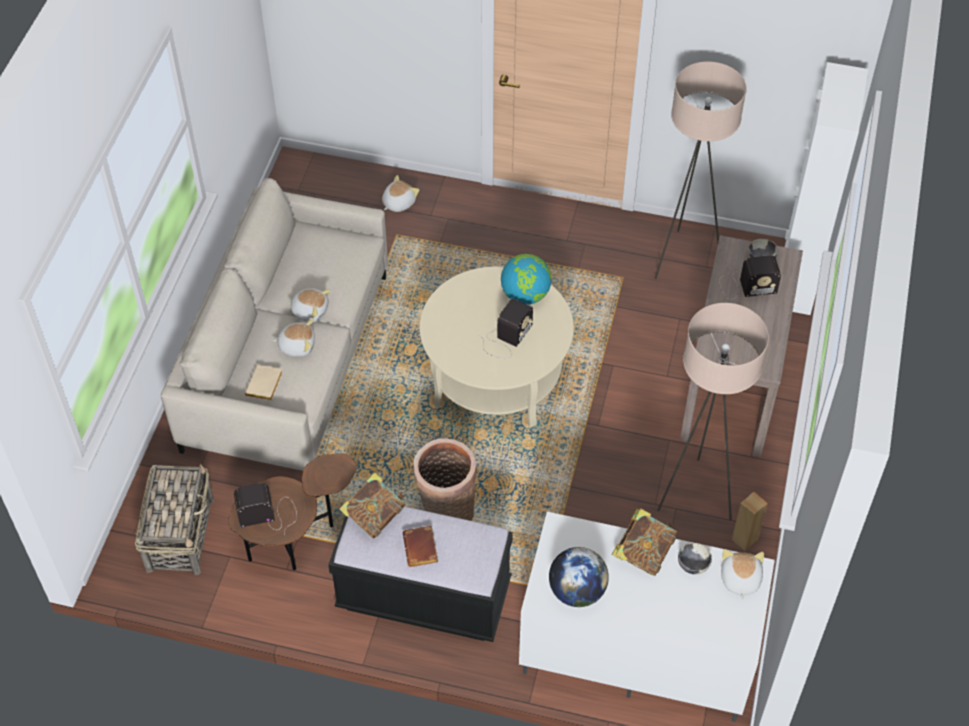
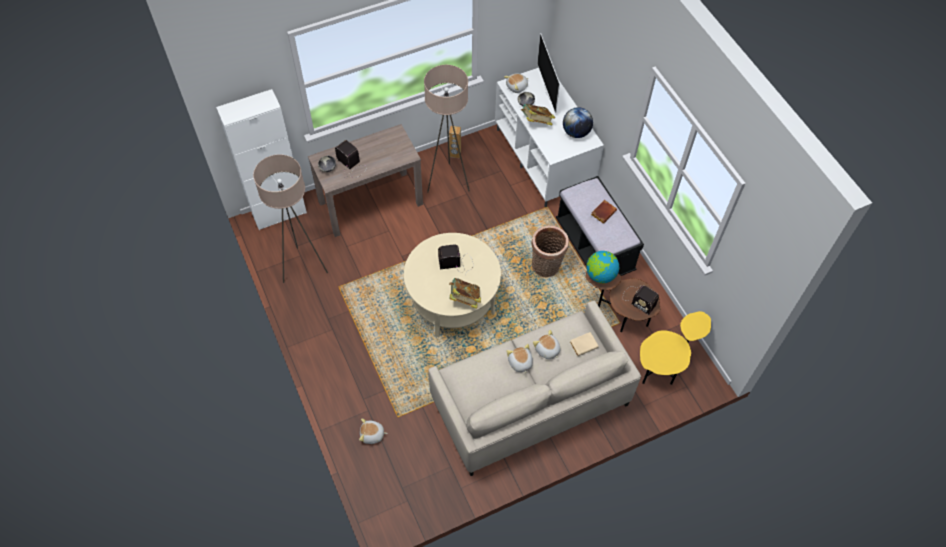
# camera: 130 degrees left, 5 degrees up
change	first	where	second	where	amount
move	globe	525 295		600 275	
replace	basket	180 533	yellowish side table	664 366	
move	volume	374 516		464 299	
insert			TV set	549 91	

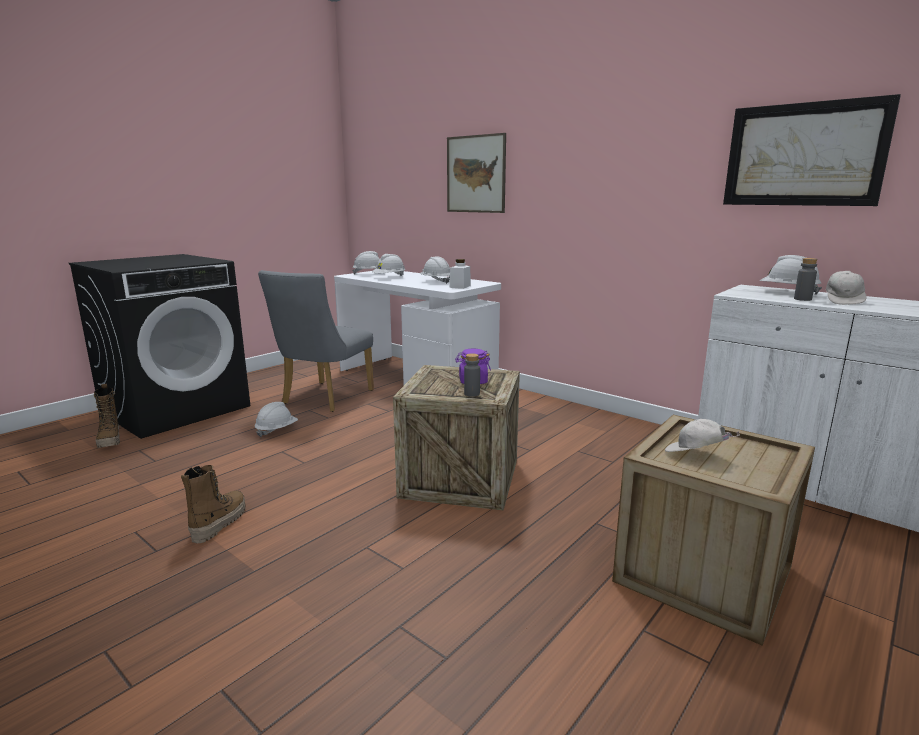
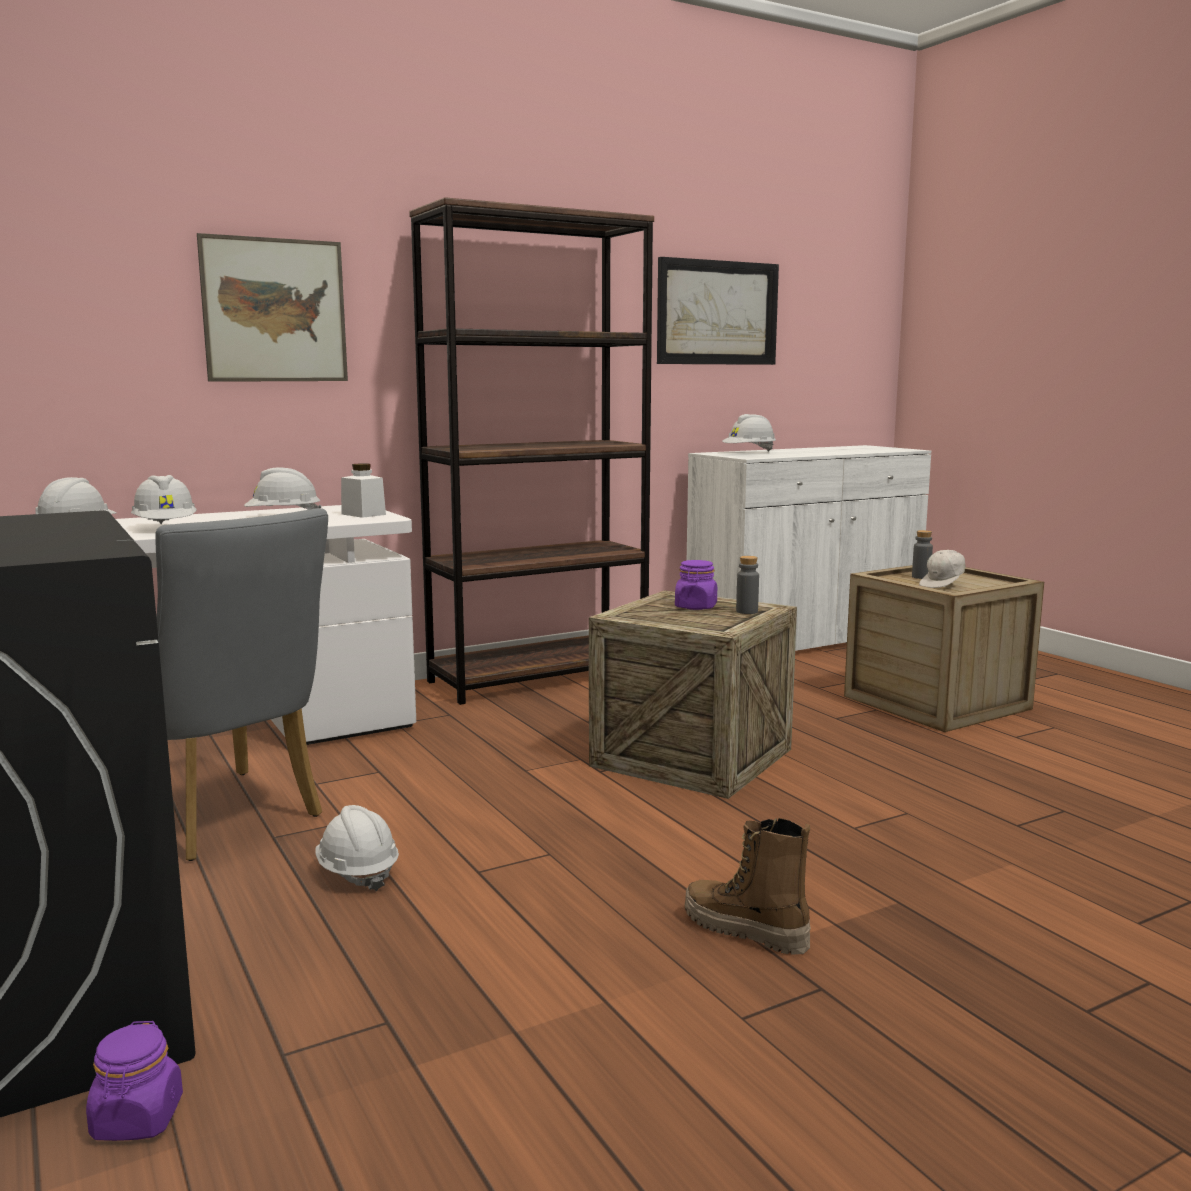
# camera: 70 degrees left, 5 degrees down
change	first	where	second	where	amount
move	grey bottle	802 299		921 577	
delete	white cap	843 301			
replace	boot	110 440	purplish storage jar	137 1119	
insert			brownish shelving unit	539 677	

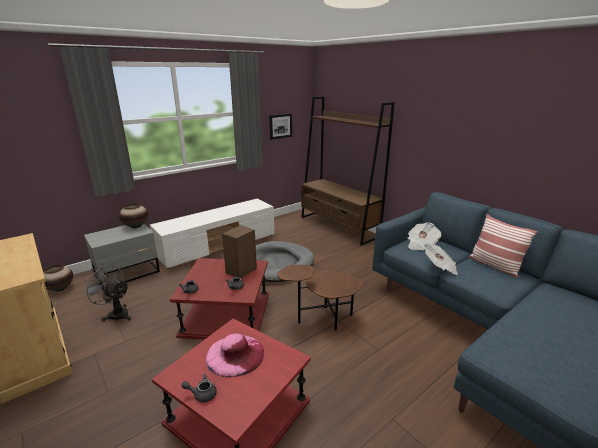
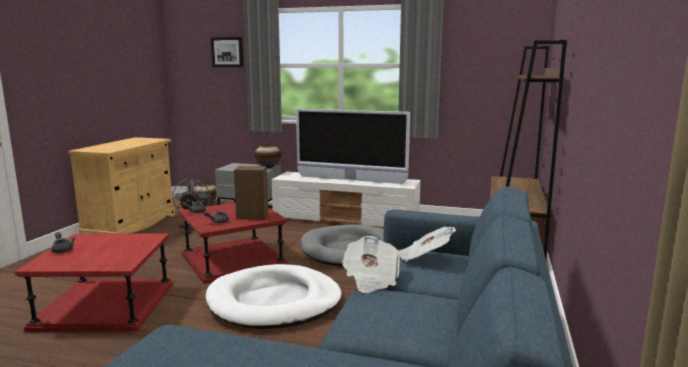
# camera: 55 degrees right, 10 degrees down
change	first	where	second	where	amount
move	wall art	280 126		227 52	
delete	throw pillow	494 265			
replace	brownish side table	322 319	white pet bed	274 302	
delete	pinkish hat	235 354			
insert			TV set	350 180	

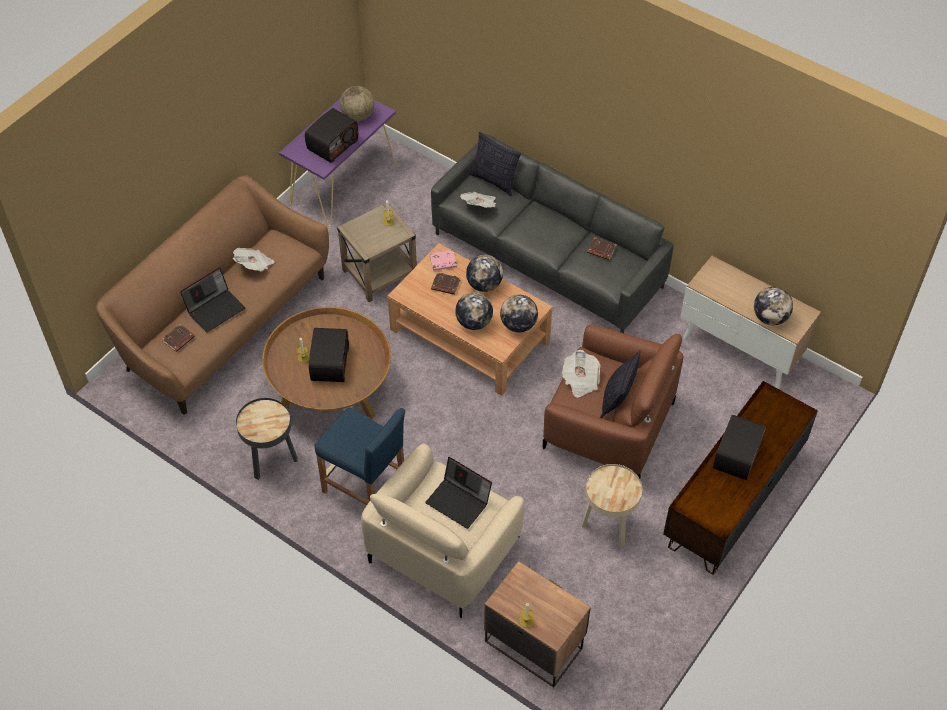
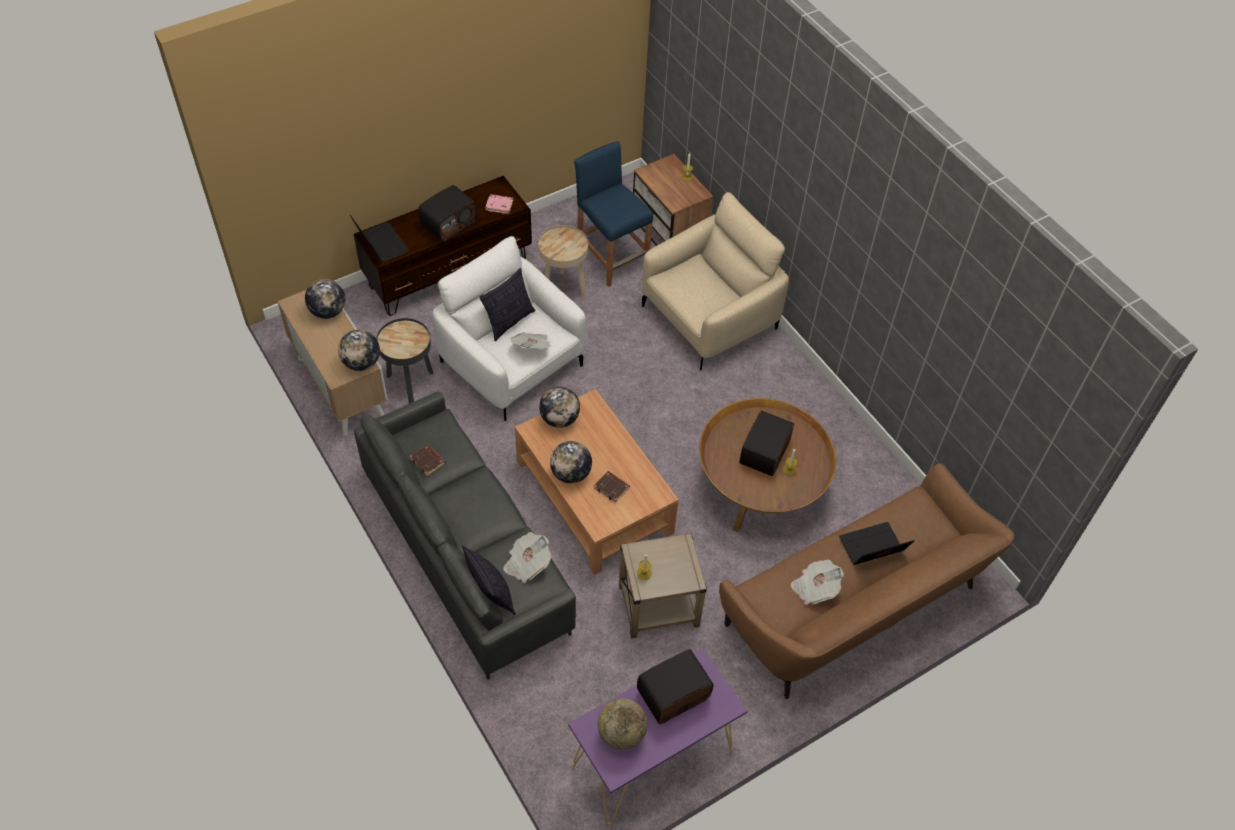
# camera: 160 degrees left, 0 degrees up
change	first	where	second	where	amount
move	pinkish volume	443 262		499 205	
move	globe	474 322		361 363	
delete	brownish volume	178 340			
recolor	brownish lounge chair	608 425	white lounge chair	512 364	
move	black side table	271 459		410 383	
move	blue sitting stool	366 488		611 257	
move	notebook computer	459 501		380 244	

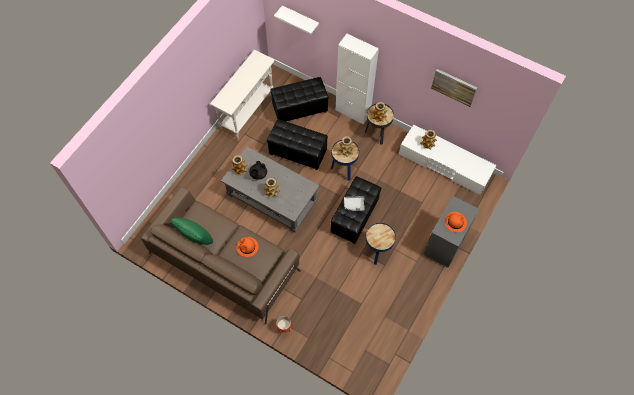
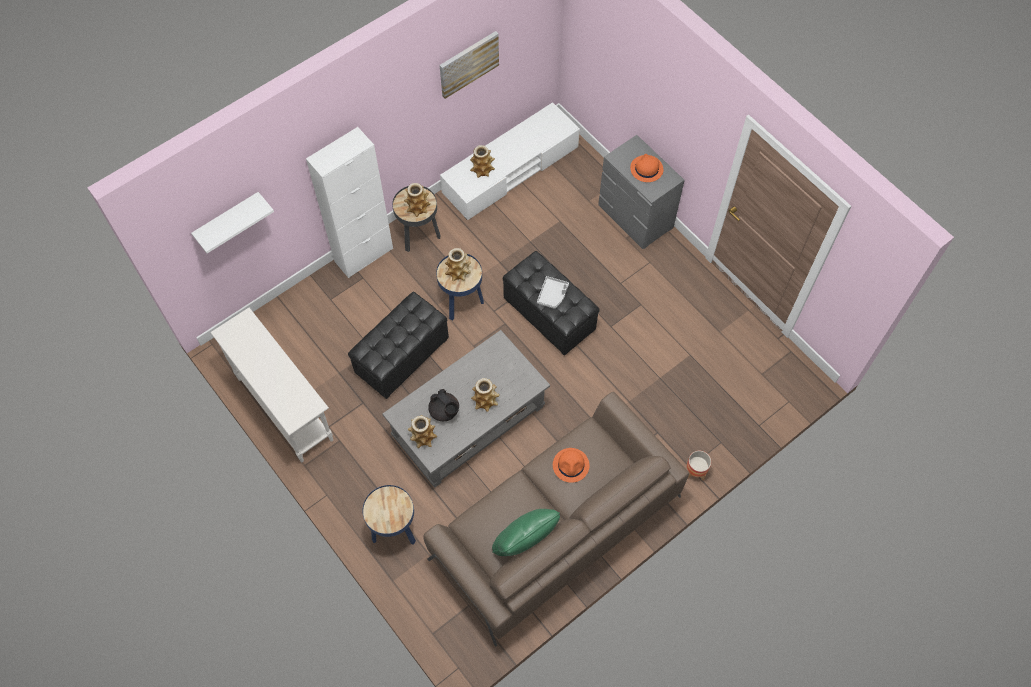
# camera: 70 degrees left, 0 degrees up
change	first	where	second	where	amount
delete	black ottoman	299 108			
move	blue side table	377 251		394 530	

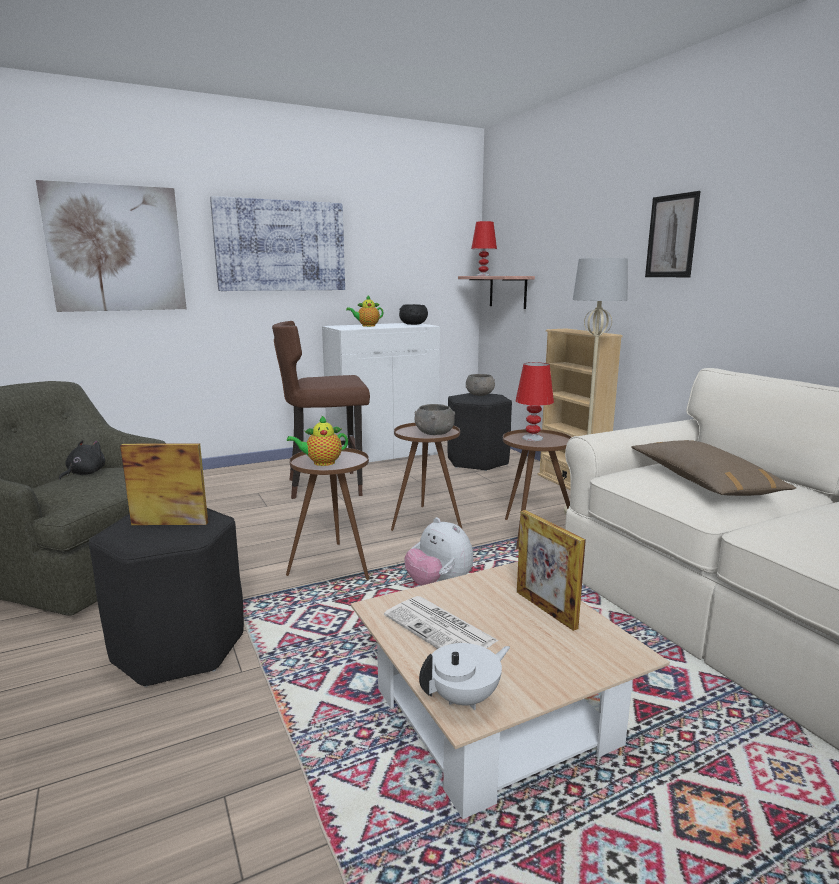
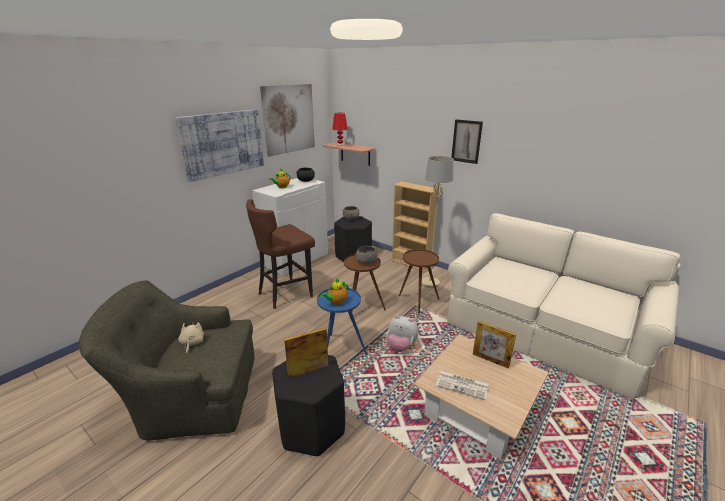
# camera: 25 degrees left, 10 degrees up
change	first	where	second	where	amount
move	wall art	116 249		289 119	
delete	reddish tabletop lamp	532 438			
recolor	black soft toy	84 474	beige soft toy	192 343	
delete	brownish throw pillow	702 482			
recolor	brownish side table	334 564	blue side table	340 349	
delete	white teapot	465 698			

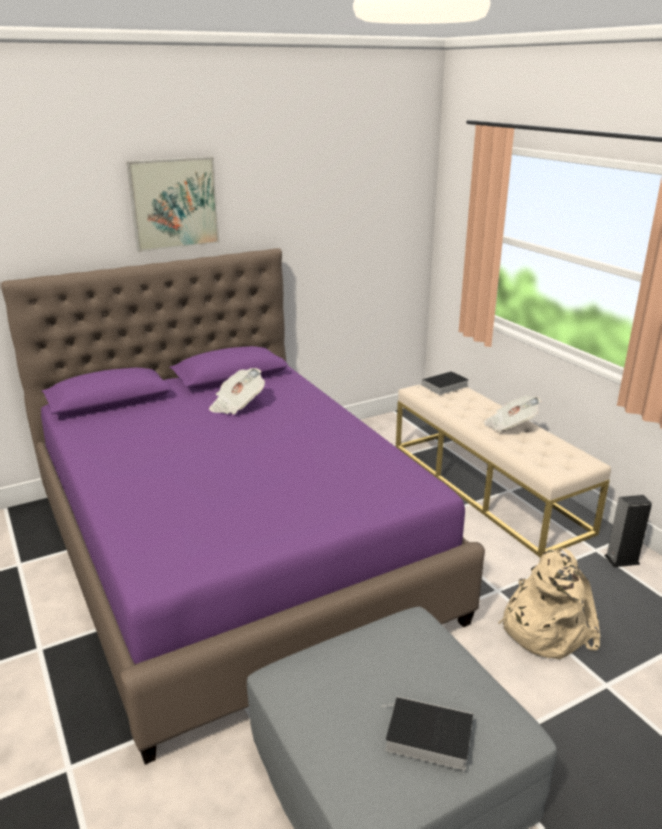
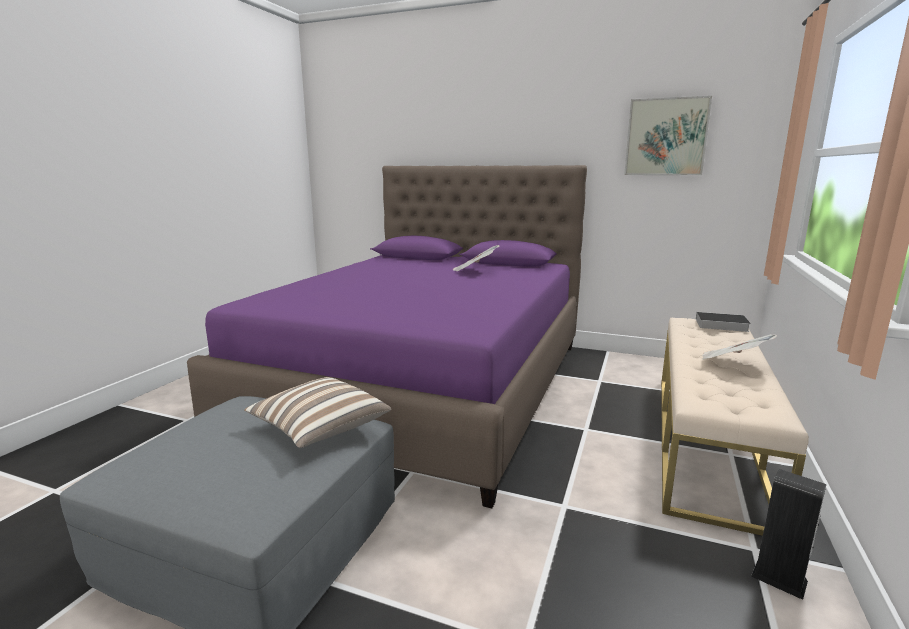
# camera: 50 degrees right, 10 degrees down
change	first	where	second	where	amount
move	wall art	174 203		666 137	
delete	beige rucksack	544 627			
delete	volume	426 736			
insert			throw pillow	319 429	

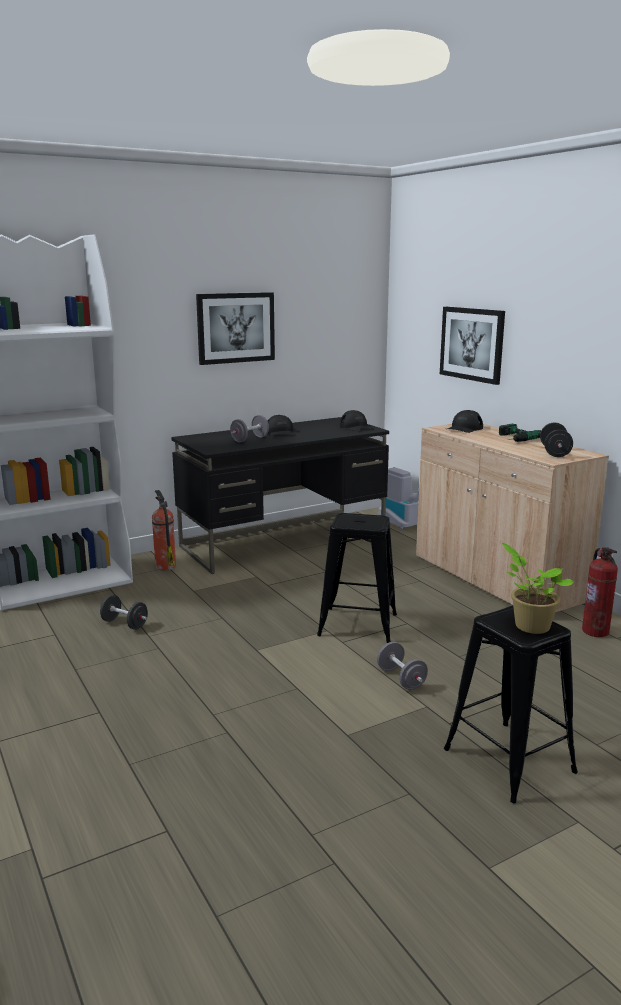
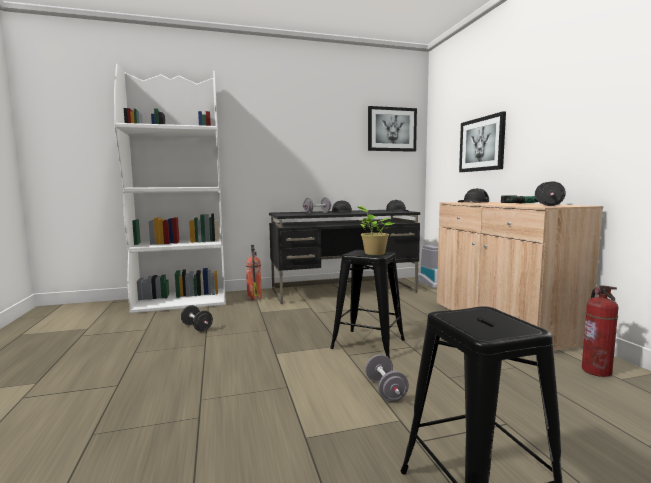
# camera: 15 degrees right, 10 degrees down
change	first	where	second	where	amount
move	wall art	235 328		391 129	
move	plant in a pot	529 625		373 253	

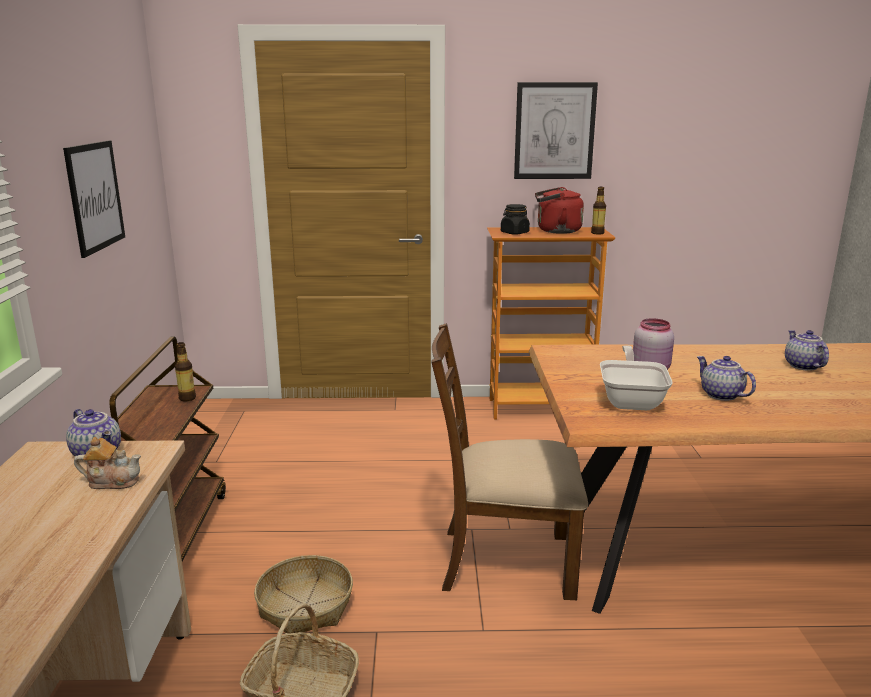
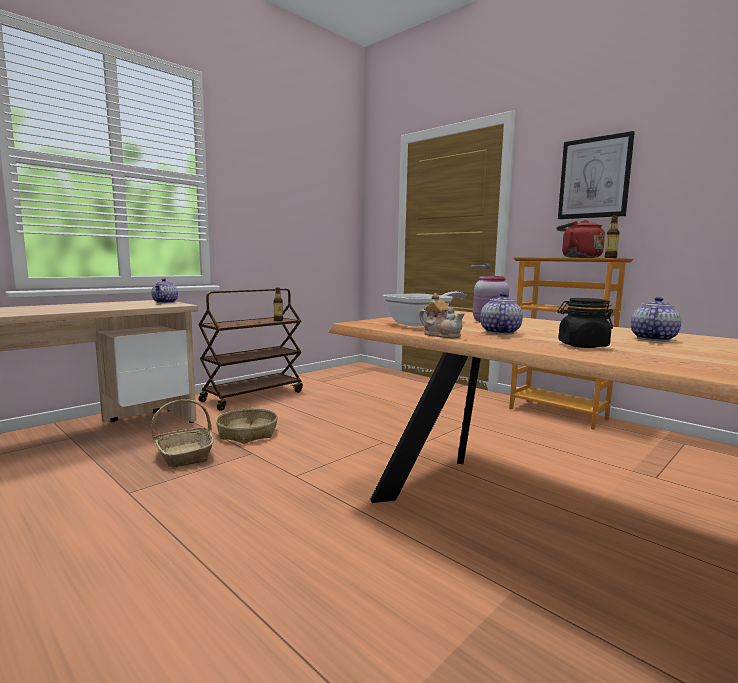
# camera: 45 degrees right, 10 degrees down
change	first	where	second	where	amount
delete	wall art	95 196			
move	black storage jar	514 233		582 345	
delete	brownish plain chair	505 561			
move	teapot	112 481		441 335	

